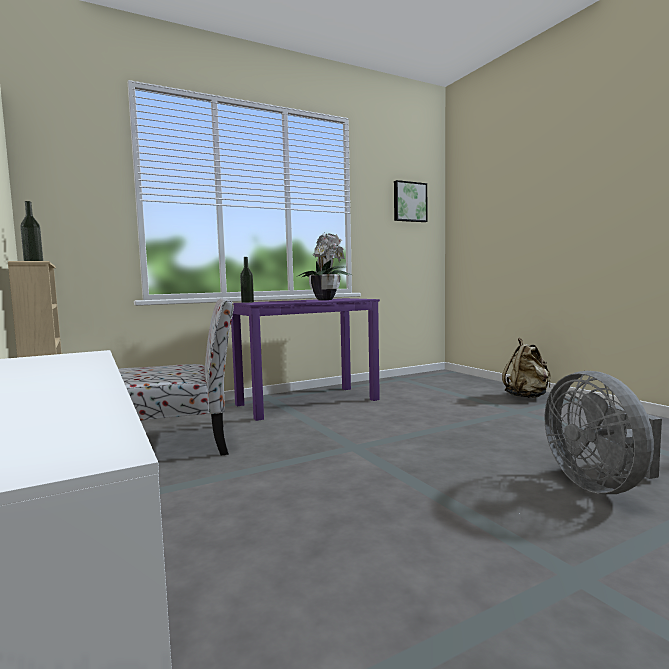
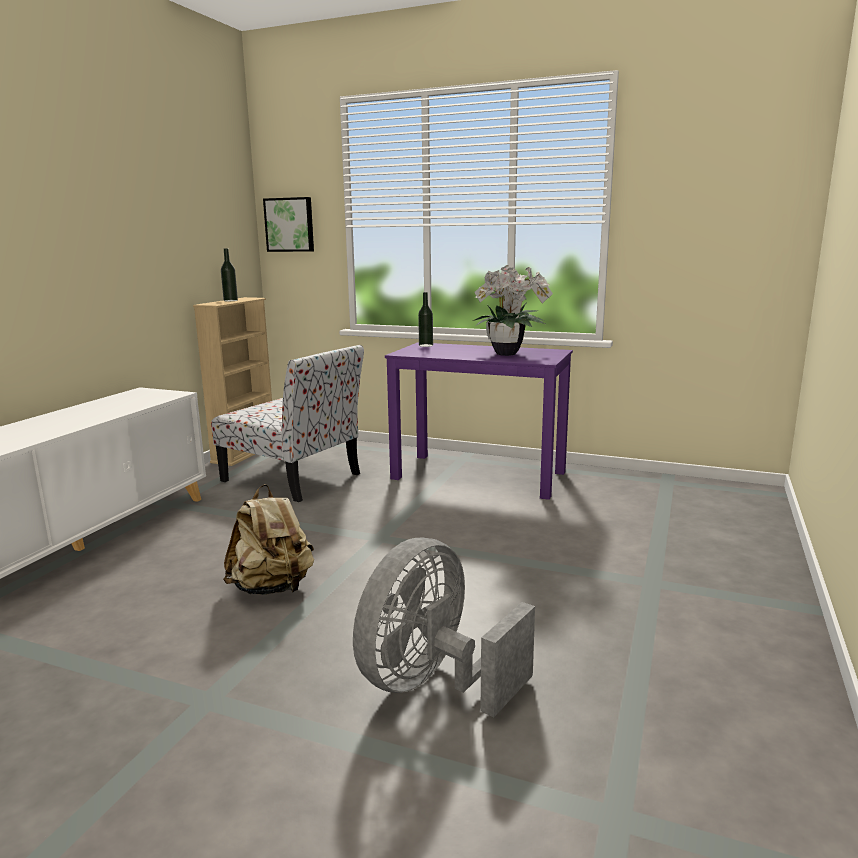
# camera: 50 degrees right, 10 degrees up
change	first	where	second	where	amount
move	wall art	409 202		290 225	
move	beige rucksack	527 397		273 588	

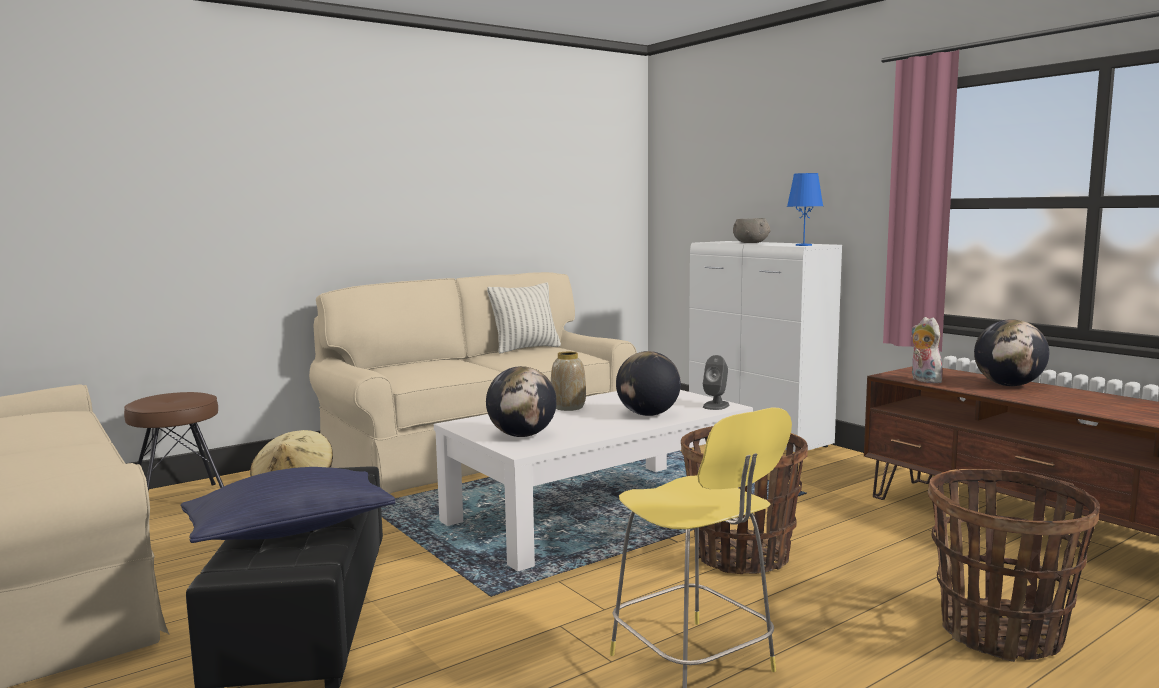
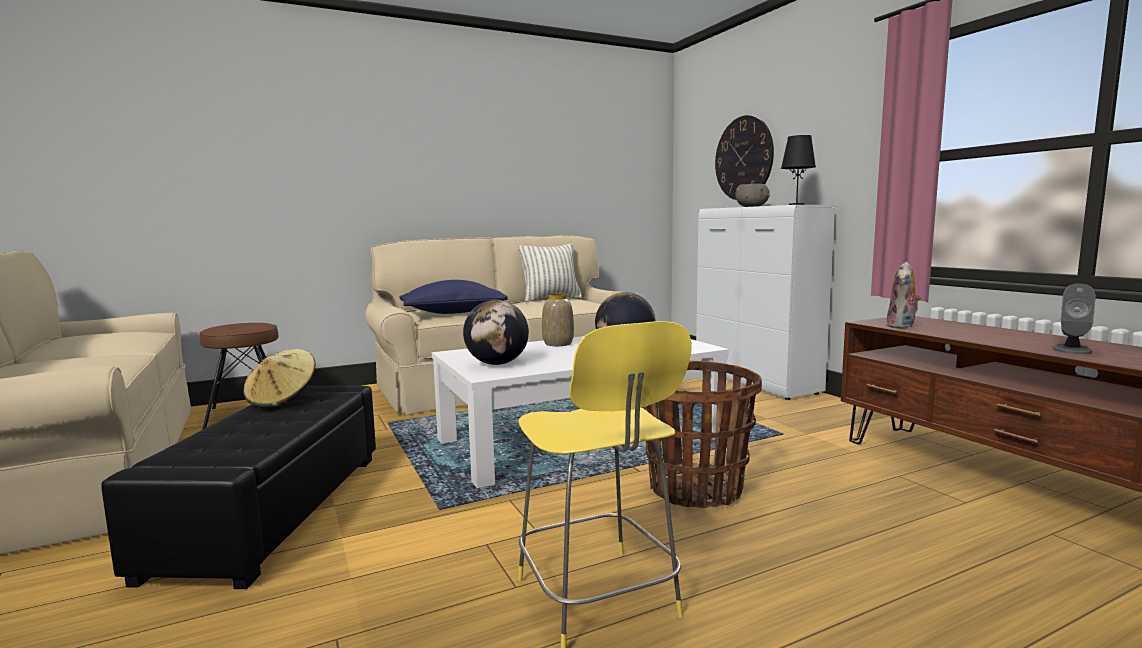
# camera: 10 degrees right, 0 degrees up
change	first	where	second	where	amount
recolor	blue tabletop lamp	803 245	black tabletop lamp	796 204	
rotate	soft toy	923 380		902 326	135 degrees counterclockwise
delete	globe	1008 385			
move	grey audio speaker	716 405		1071 349	
move	blue throw pillow	290 530		453 312	
delete	basket	1001 633			
insert			hanging clock	743 158	

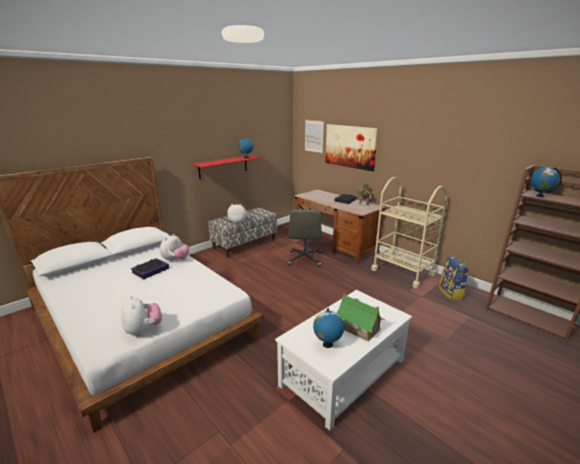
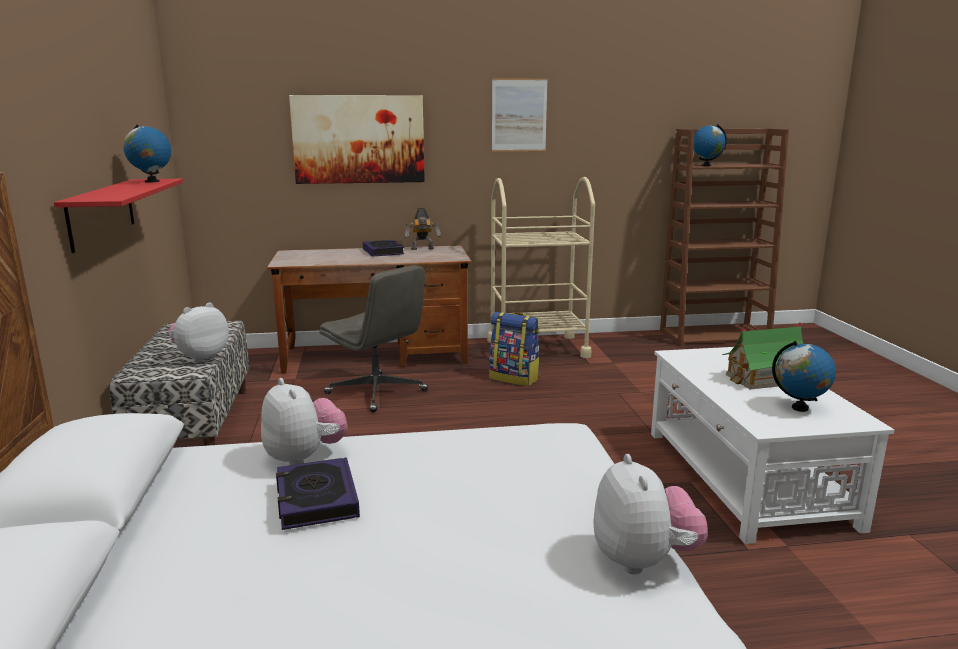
# camera: 55 degrees left, 5 degrees down
change	first	where	second	where	amount
move	wall art	314 136		519 115	
move	rucksack	451 293		514 378	
rotate	soft toy	143 330		643 560	75 degrees clockwise

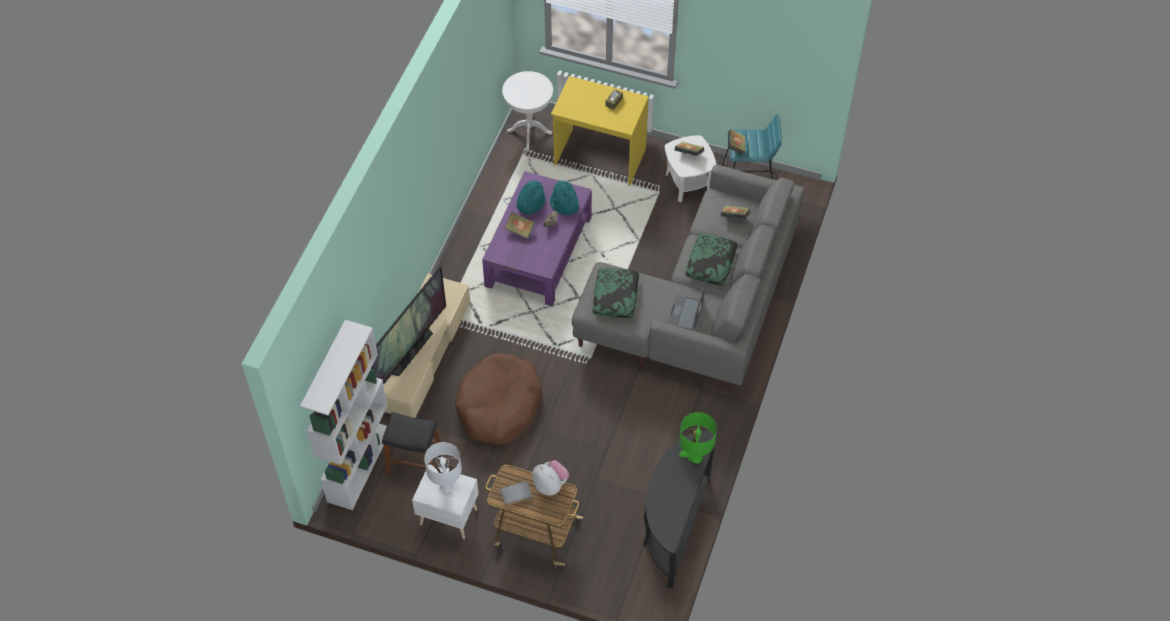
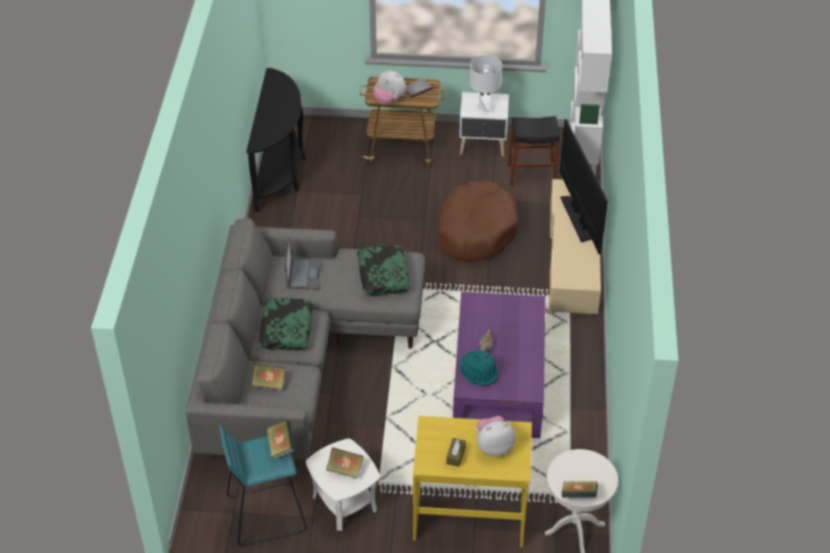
# camera: 165 degrees right, 10 degrees down
change	first	where	second	where	amount
delete	turquoise hat	530 202			
move	volume	520 230		578 496	
rotate	TV set	410 351		577 218	150 degrees clockwise
delete	green tabletop lamp	695 457			
insert			soft toy	494 446	

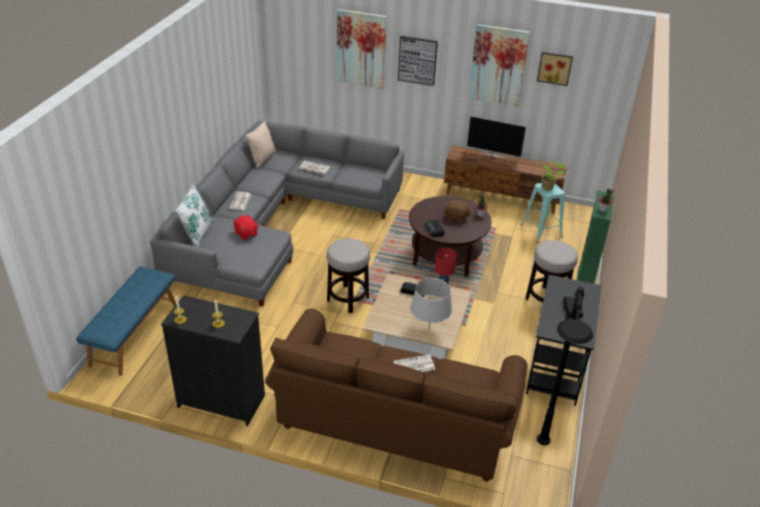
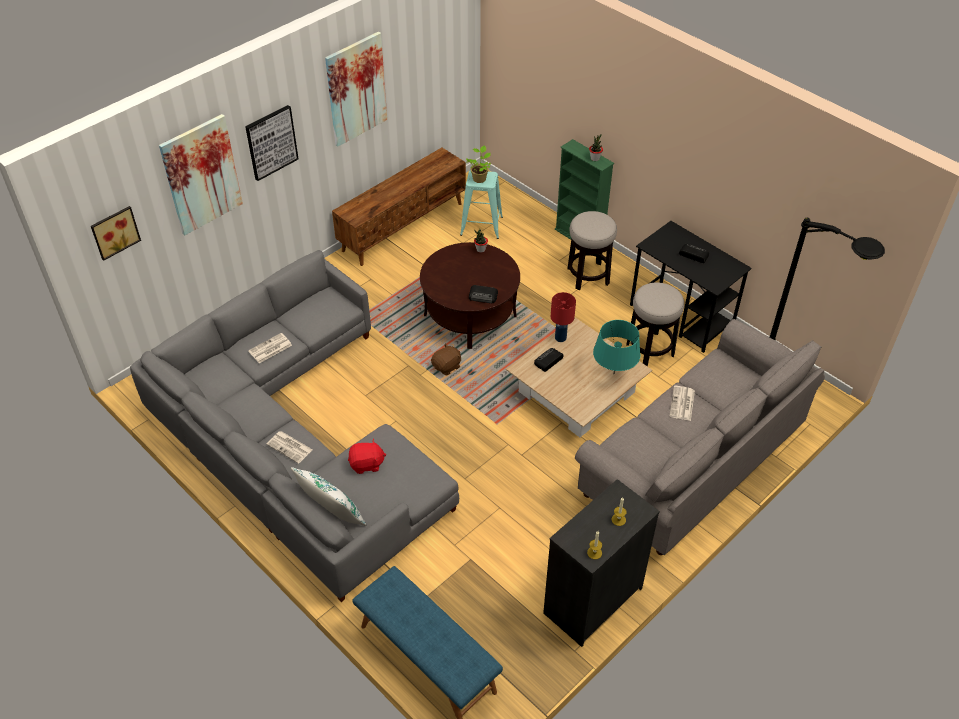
# camera: 60 degrees left, 10 degrees up
change	first	where	second	where	amount
move	wall art	554 68		114 231	
delete	TV set	493 155			
delete	beige throw pillow	263 159			
move	brownish soft toy	456 217		447 367	
move	sitting stool	348 299		650 349	
recolor	grey tabletop lamp	429 328	turquoise tabletop lamp	614 374	
recolor	brownish settee	395 420	grey settee	691 462	

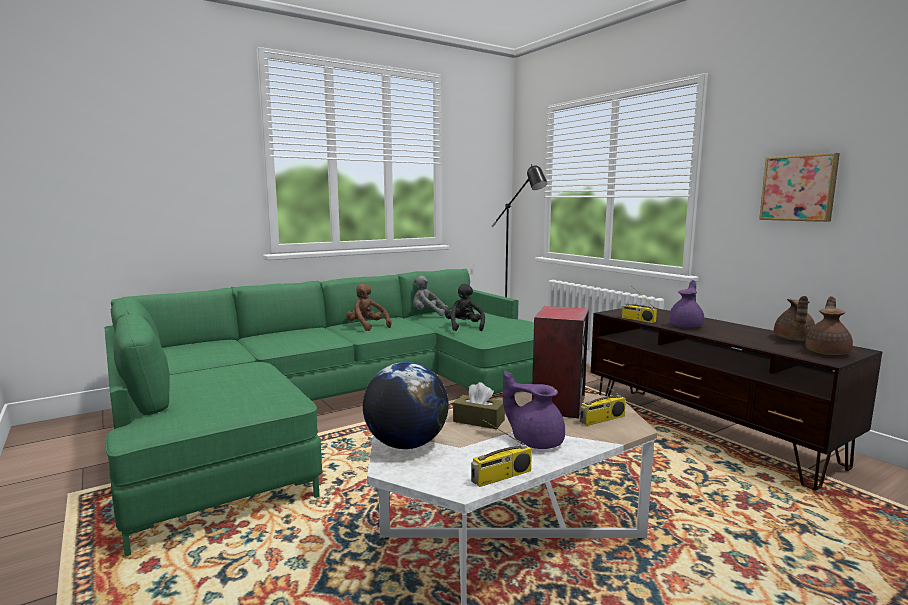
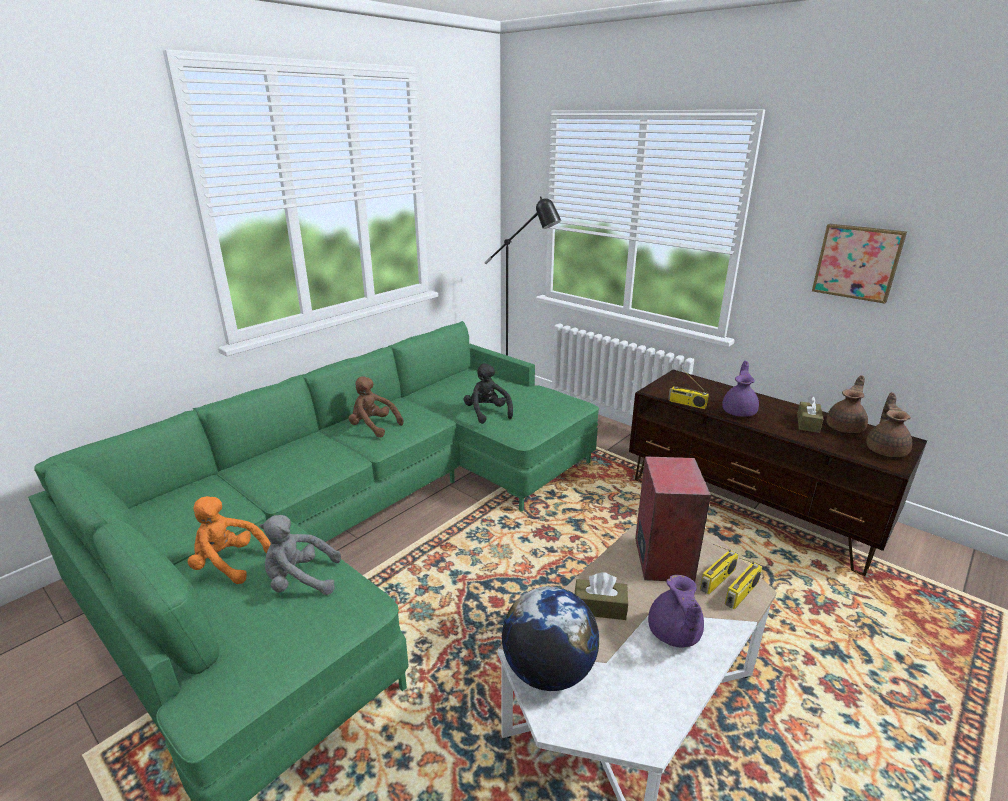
# camera: 15 degrees left, 15 degrees up
change	first	where	second	where	amount
move	grey soft toy	428 314		300 581	
rotate	brownish teapot	793 339		845 427	150 degrees counterclockwise
rotate	purplish teapot	535 441		674 634	105 degrees counterclockwise
move	radio	501 477		742 594	
insert			brownish tissue holder	808 423	
insert			orange soft toy	229 563	

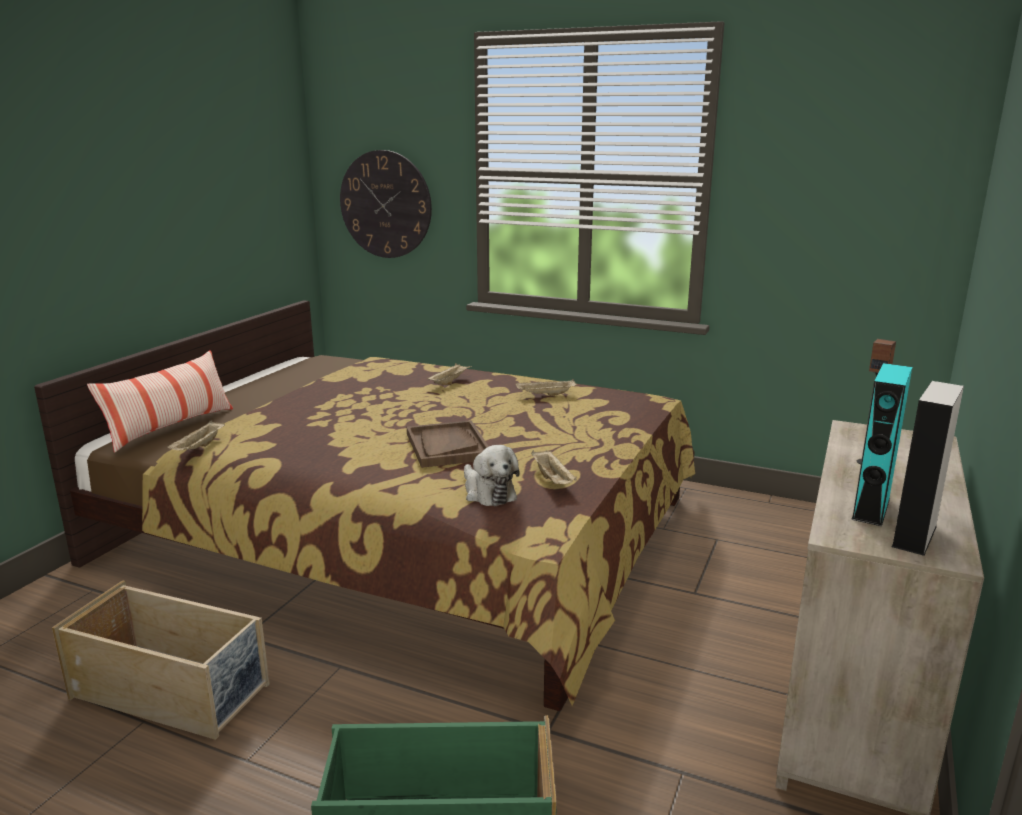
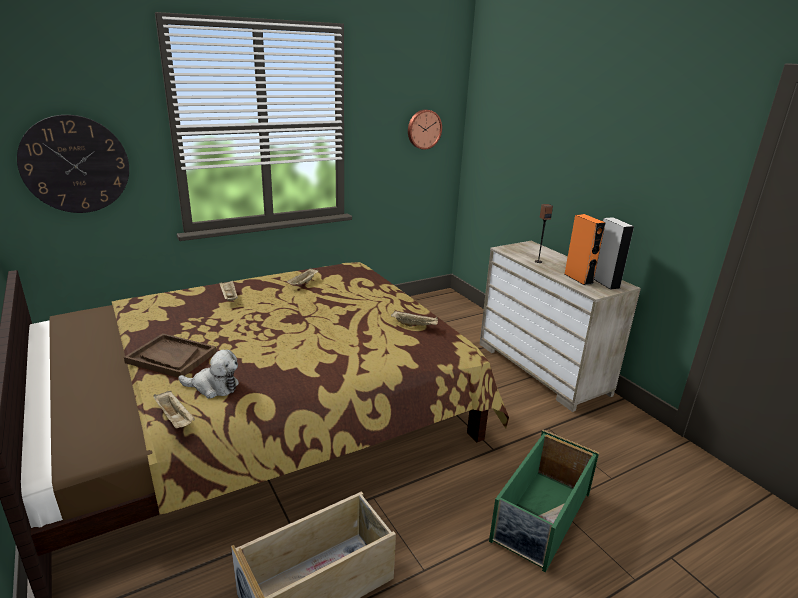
# camera: 55 degrees left, 5 degrees up
change	first	where	second	where	amount
delete	throw pillow	170 427			
recolor	turquoise audio speaker	871 508	orange audio speaker	578 278	
move	brownish carrying tray	447 446		171 357	
move	soft toy	488 492		213 387	
insert			hanging clock	423 129	

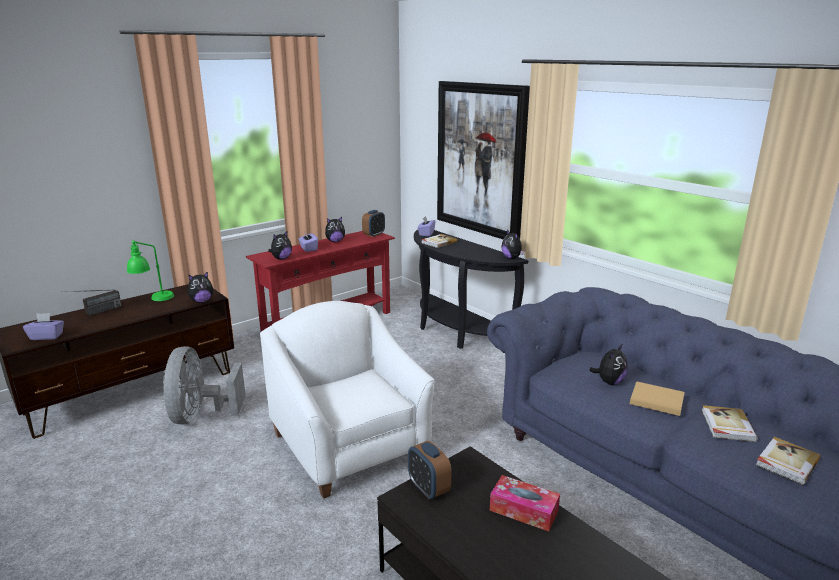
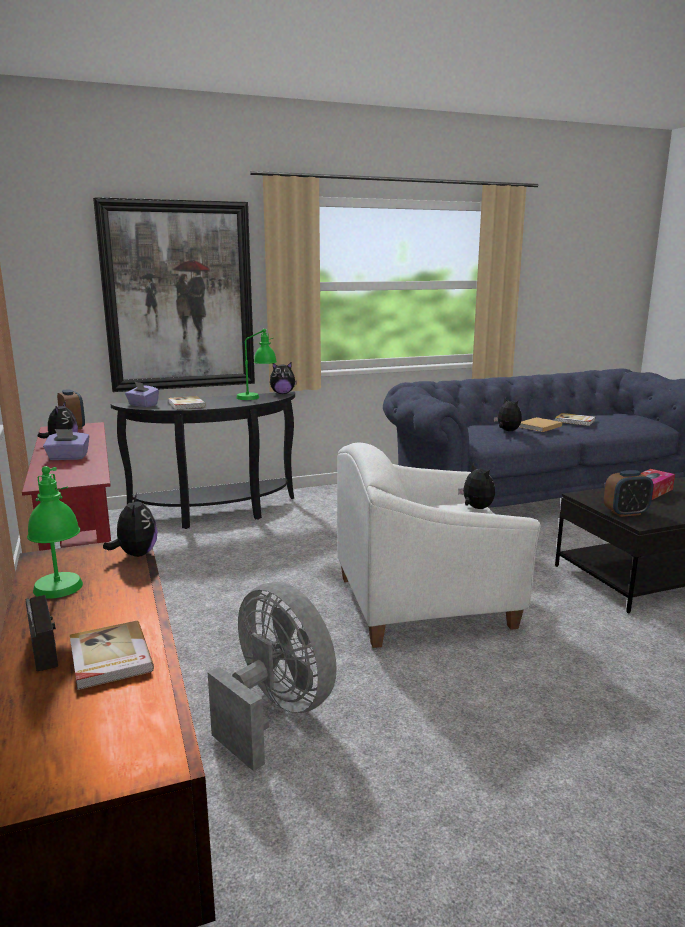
# camera: 70 degrees left, 5 degrees down
change	first	where	second	where	amount
move	soft toy	281 258		476 508	
delete	purplish tissue holder	47 336			
rotate	grey fan	200 415		275 713	150 degrees counterclockwise
move	volume	786 462		109 658	
insert			green tabletop lamp	257 398	

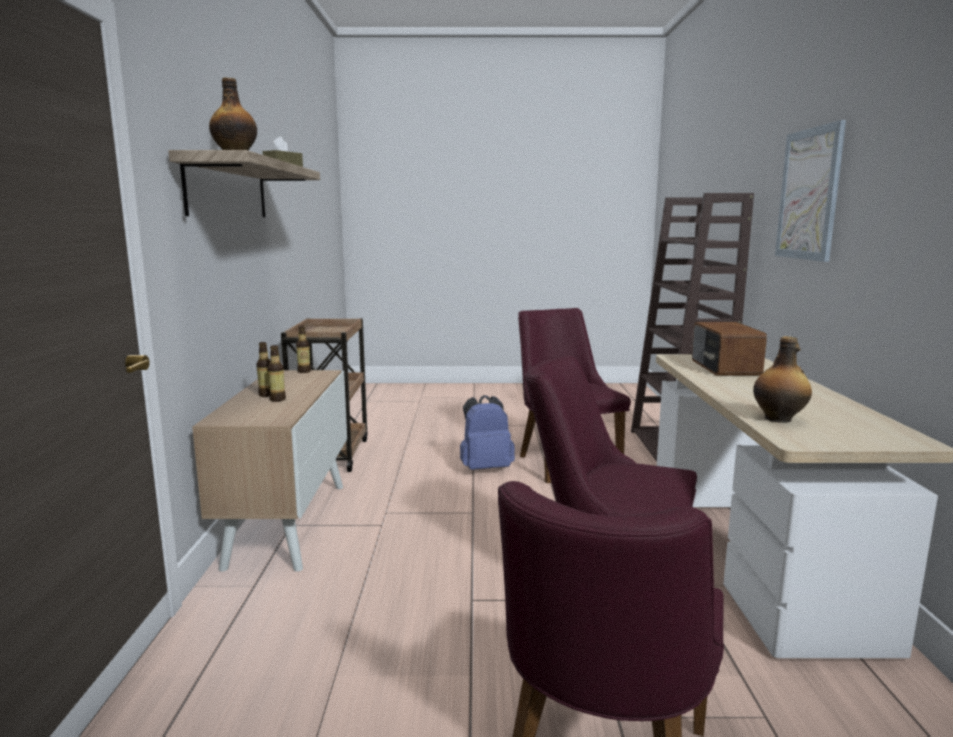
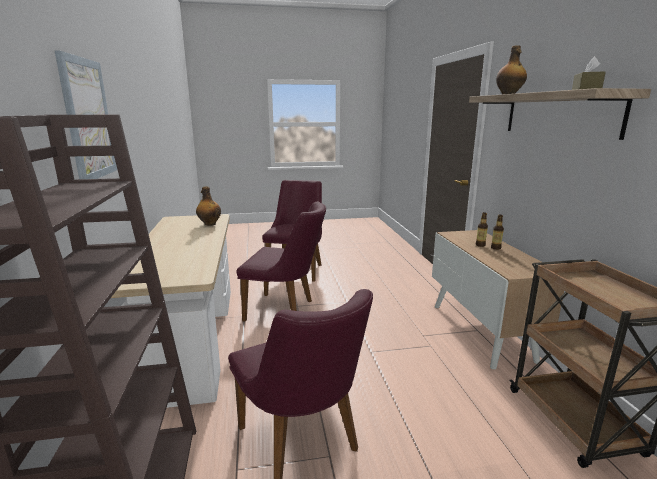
# camera: 170 degrees right, 5 degrees up
change	first	where	second	where	amount
delete	radio	724 367			
delete	bottle	304 371			
delete	blue rucksack	485 468			

